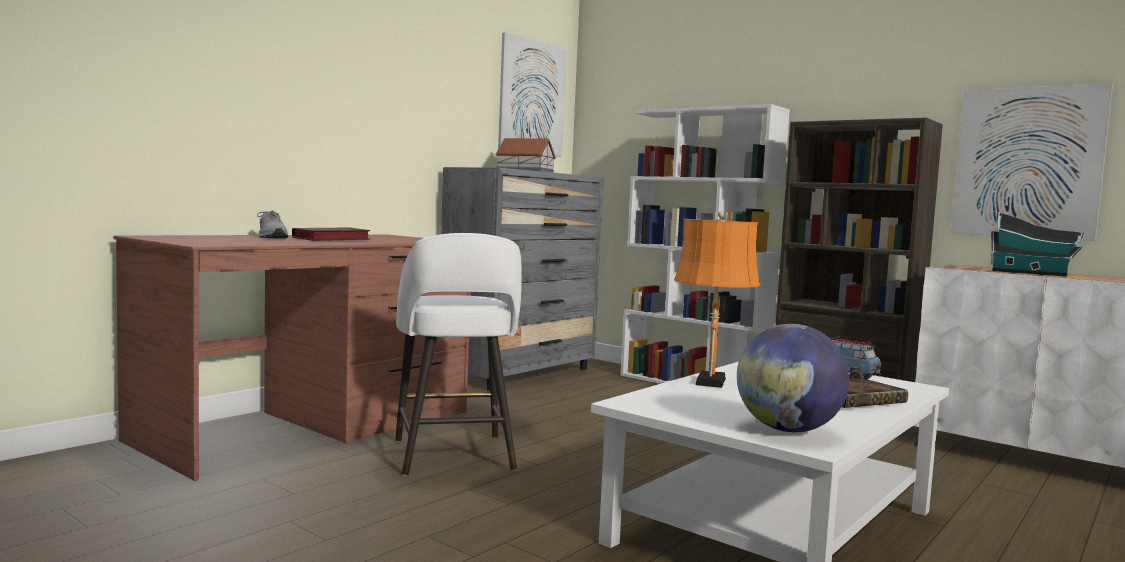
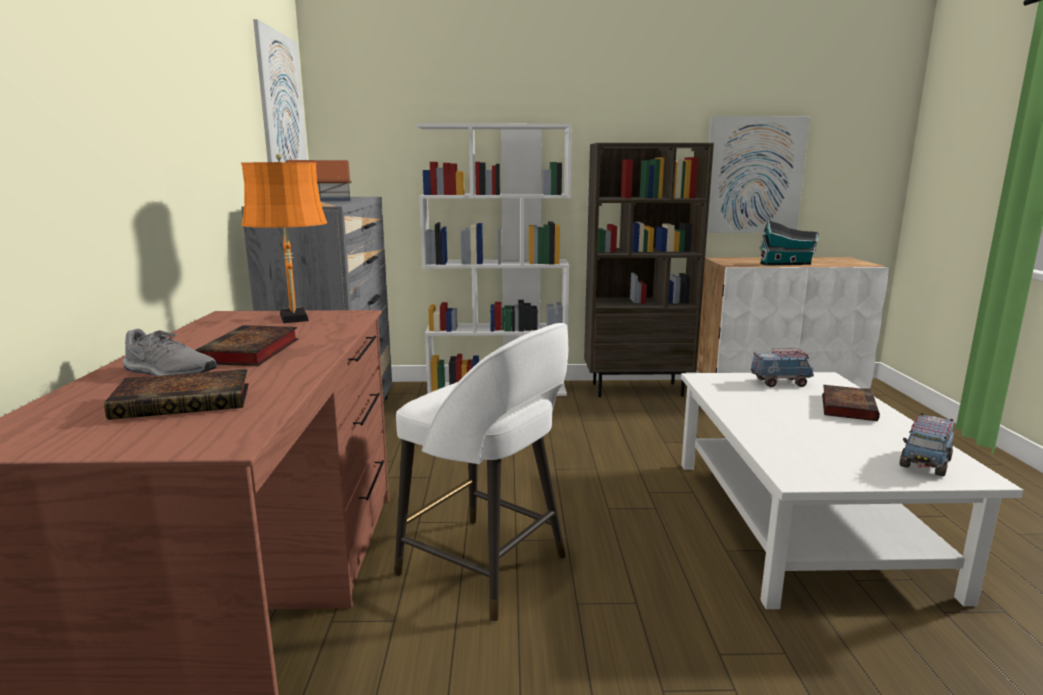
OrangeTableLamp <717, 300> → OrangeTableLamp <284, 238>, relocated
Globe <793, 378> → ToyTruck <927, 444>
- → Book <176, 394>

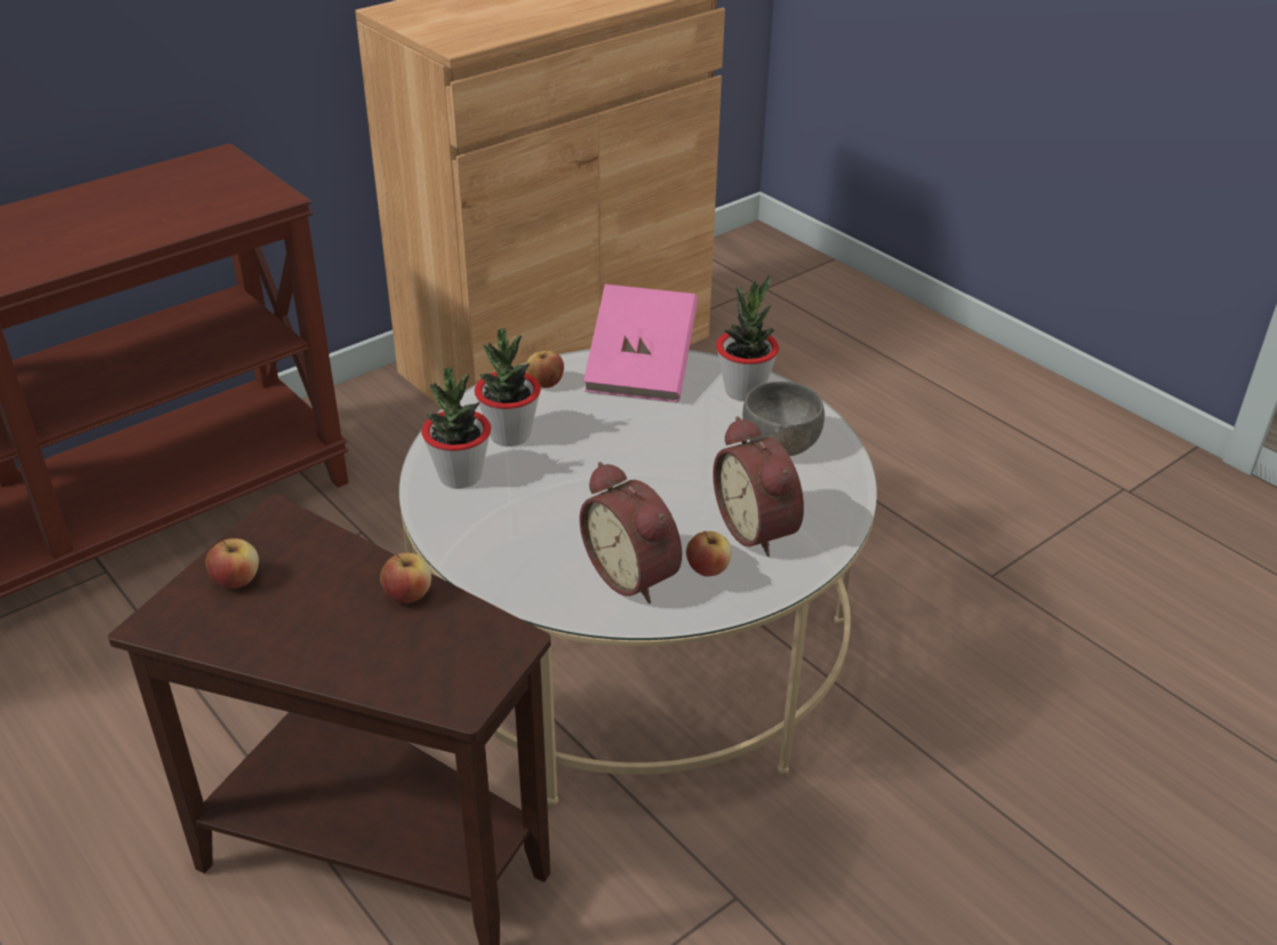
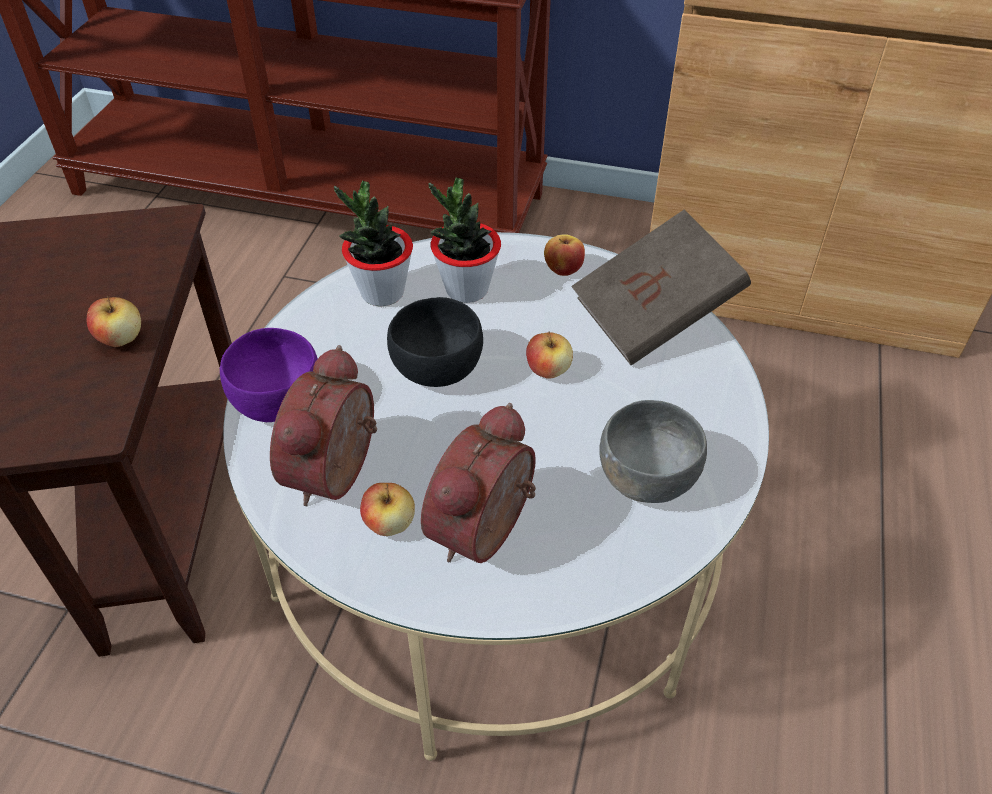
PottedPlant <747, 338> → -
PinkBook <640, 343> → BrownBook <661, 287>
Apple <232, 563> → Apple <549, 355>, relocated
- → BlackBowl <435, 342>
- → PurpleBowl <269, 375>

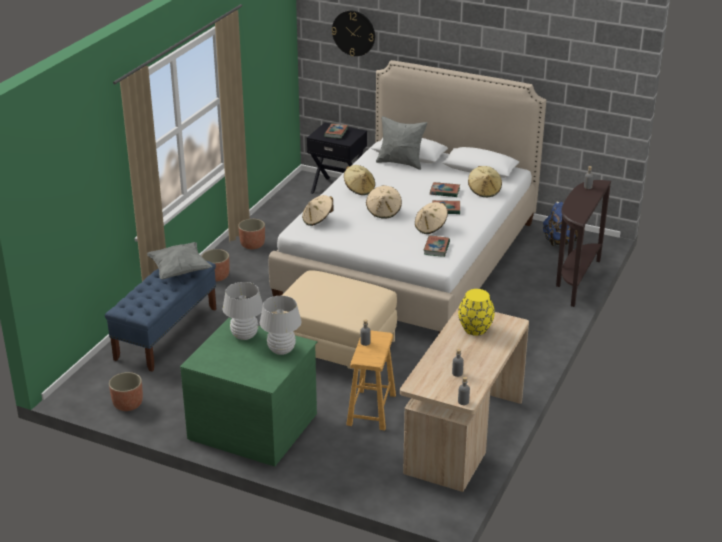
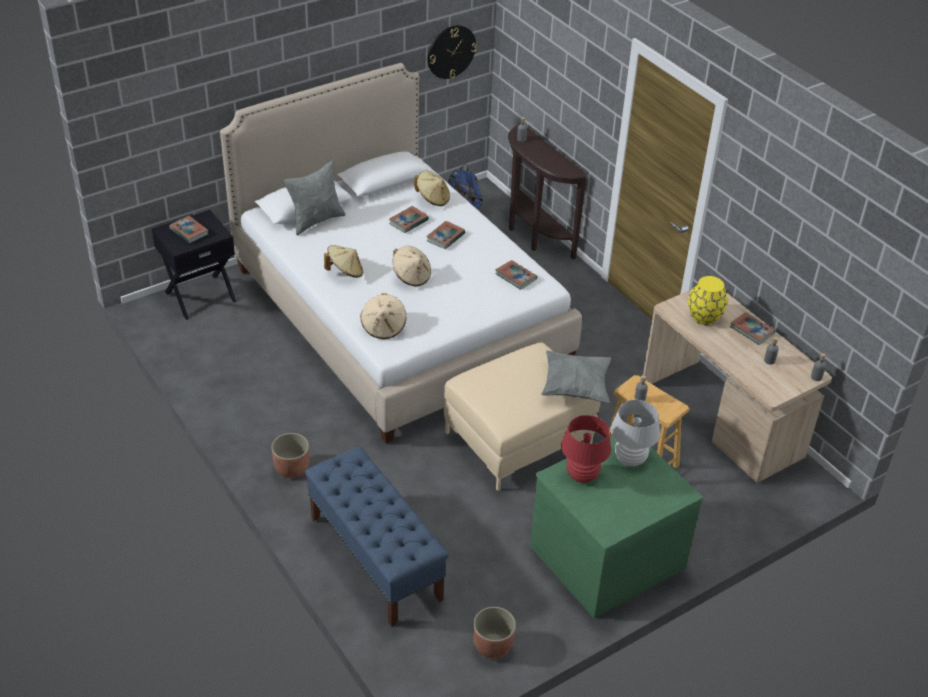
WallClock <353, 33> → WallClock <452, 52>, relocated
BeigeHat <431, 218> → -
Planter <251, 234> → -
GreyPillow <179, 260> → GreyPillow <576, 377>, relocated
WhiteTableLamp <243, 311> → RedTableLamp <586, 449>
- → Book <752, 328>

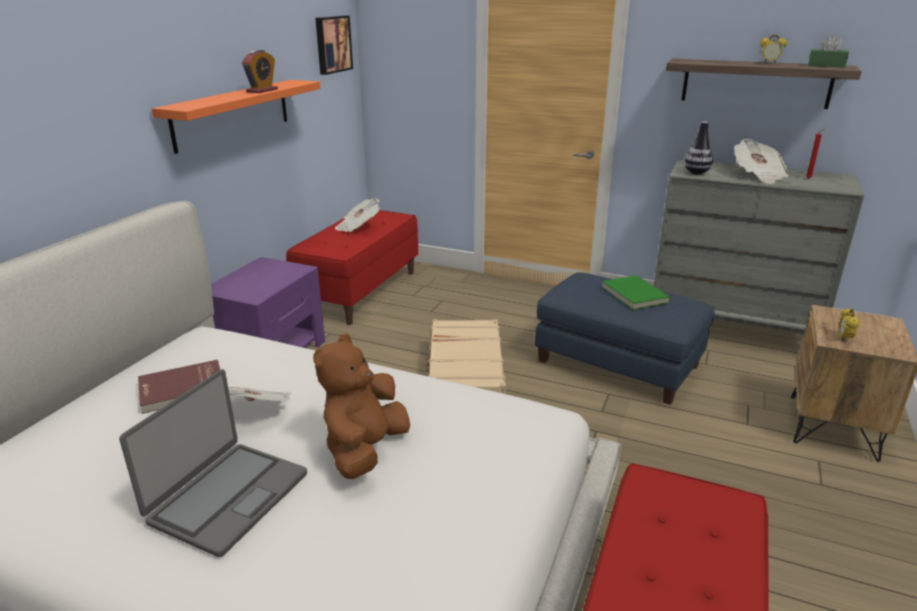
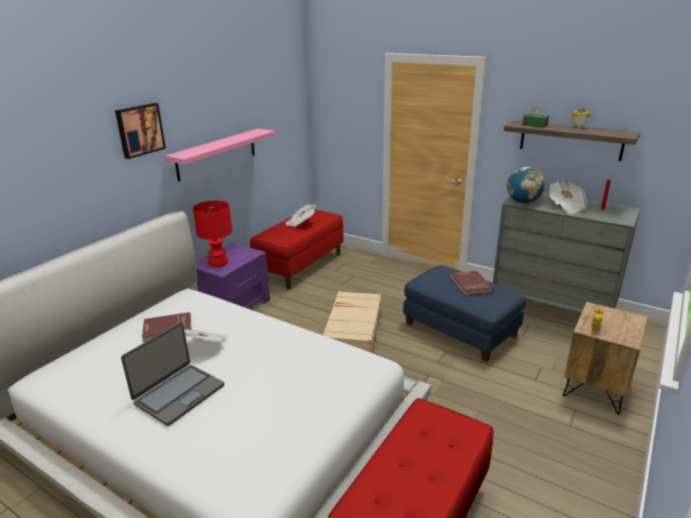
Picture <334, 45> → Picture <140, 131>, relocated
GreenTissueBox <828, 51> → GreenTissueBox <535, 117>, relocated
AlarmClock <260, 71> → -
OrangeShelf <236, 117> → PinkShelf <220, 155>
Vase <698, 148> → Globe <526, 185>
GreenBook <636, 292> → RedBook <472, 283>
BrownPlushToy <361, 406> → -
- → RedTableLamp <212, 233>

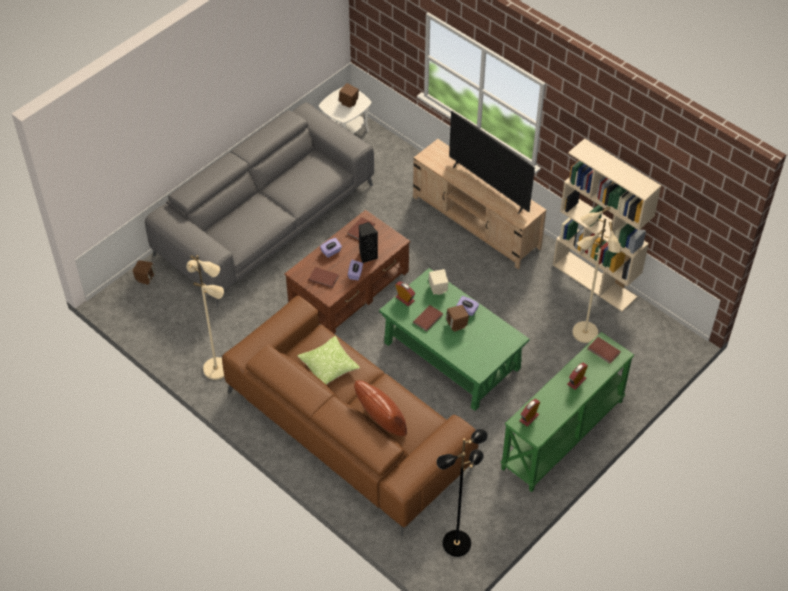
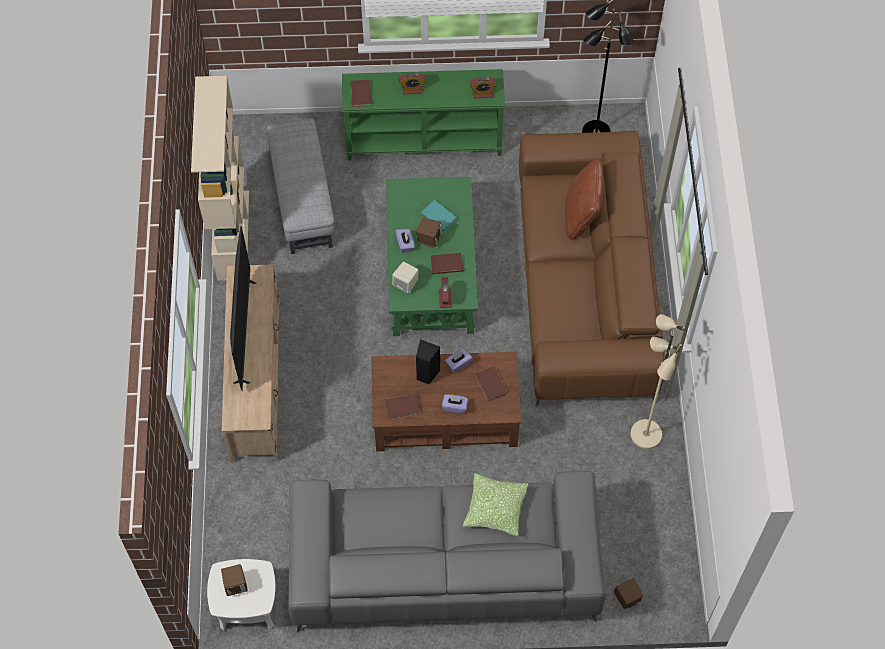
BeigeFloorLamp <596, 274> → GreyOttoman <301, 186>
Pillow <328, 360> → Pillow <495, 504>, relocated
- → TurquoiseBook <439, 215>

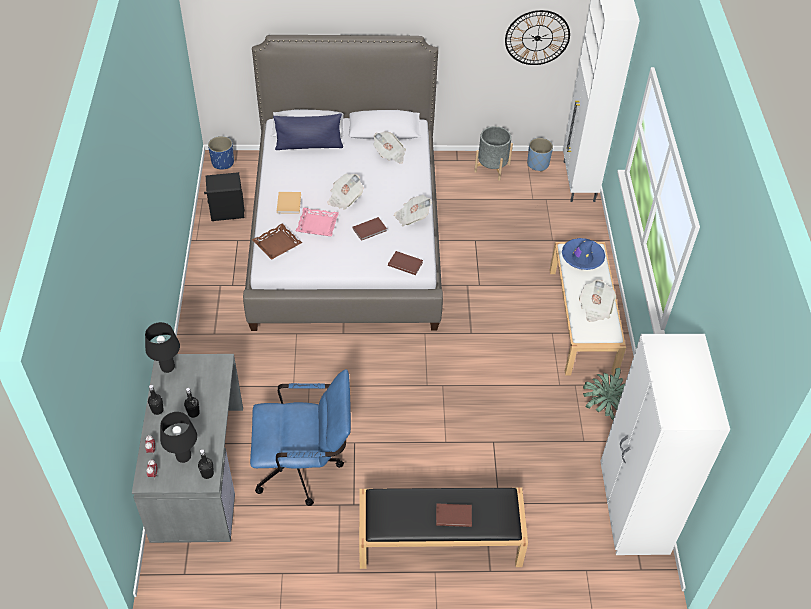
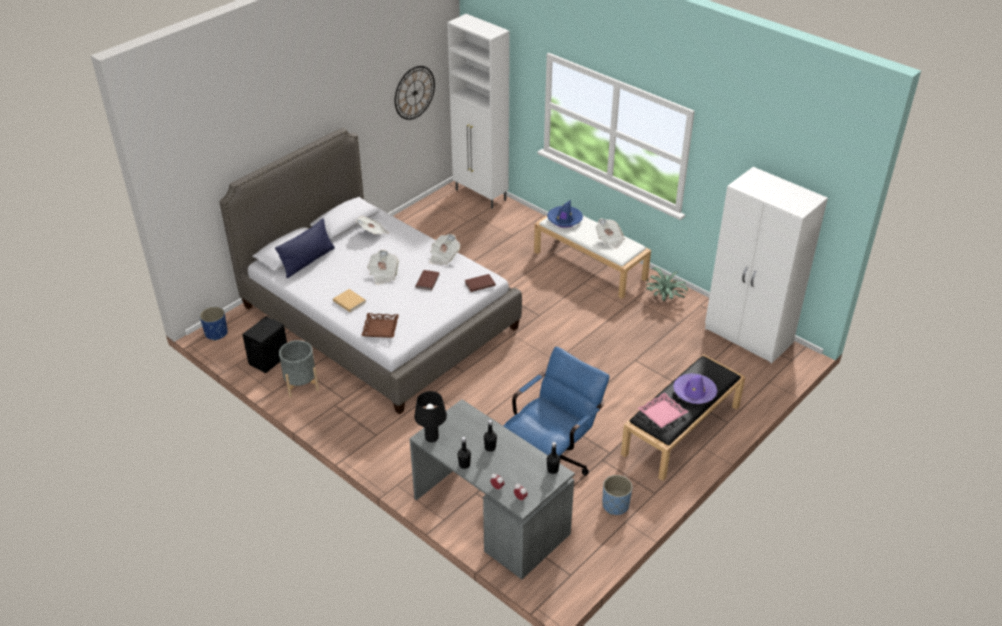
GreyPlanter <493, 153> → GreyPlanter <299, 369>, relocated
BluePlanter <540, 154> → BluePlanter <617, 495>, relocated
PinkTray <317, 221> → PinkTray <663, 410>, relocated
BlackTableLamp <178, 437> → -
BrownBook <454, 515> → PurpleHat <695, 388>

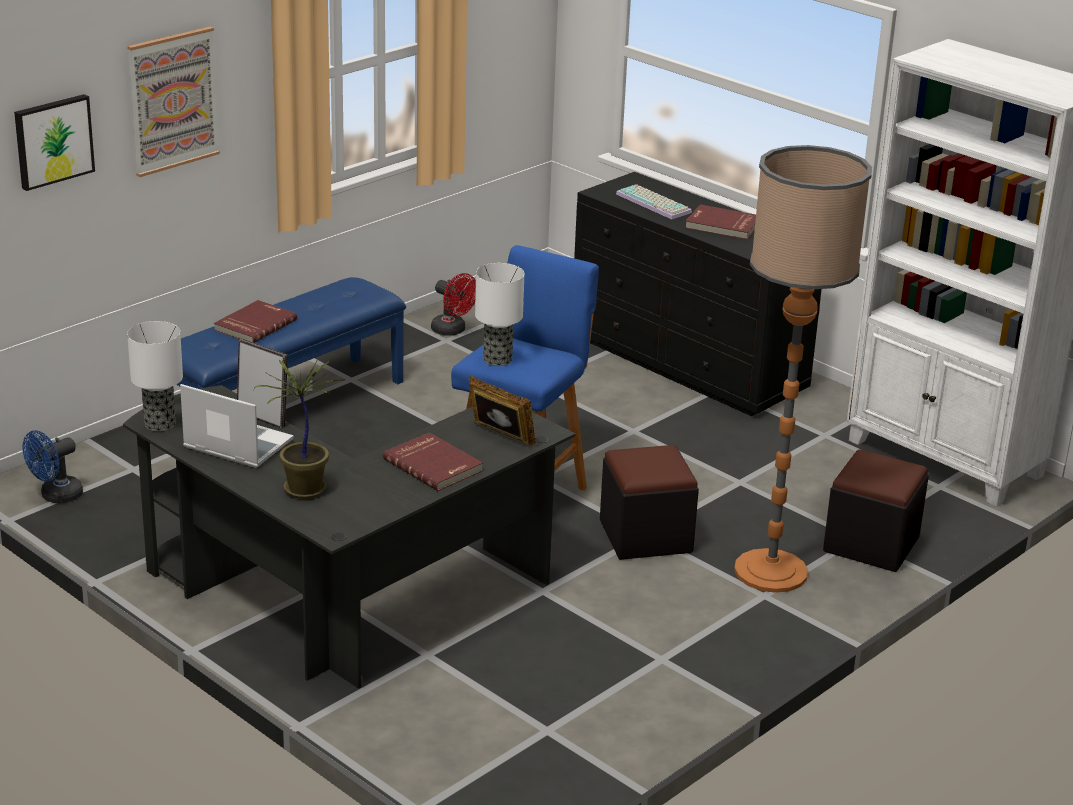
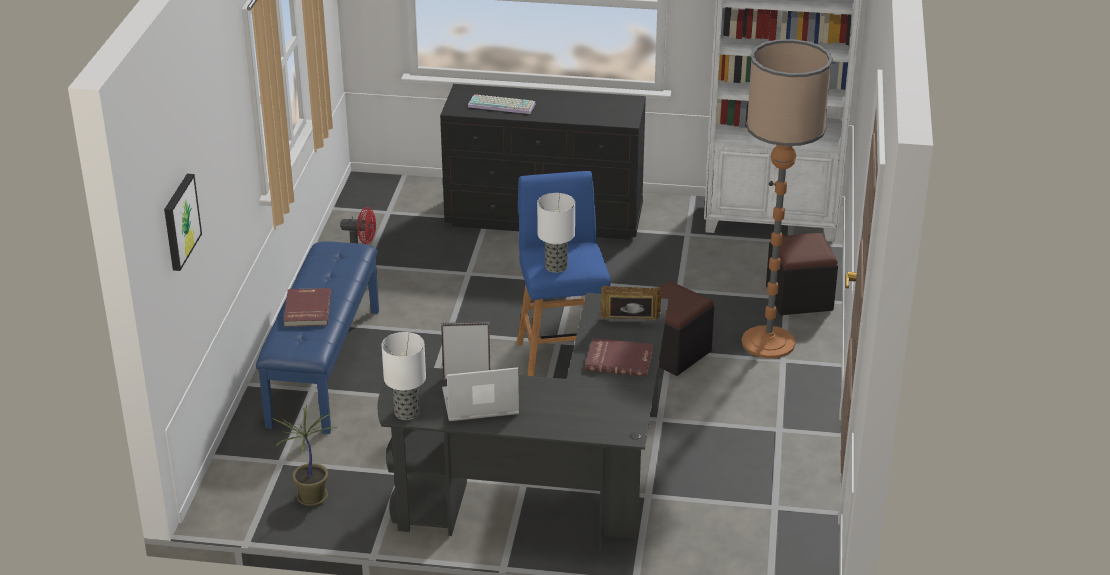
Picture <173, 102> → -
RedBook <720, 221> → -
PottedPlant <300, 429> → PottedPlant <304, 455>, relocated
BlueFan <53, 466> → -

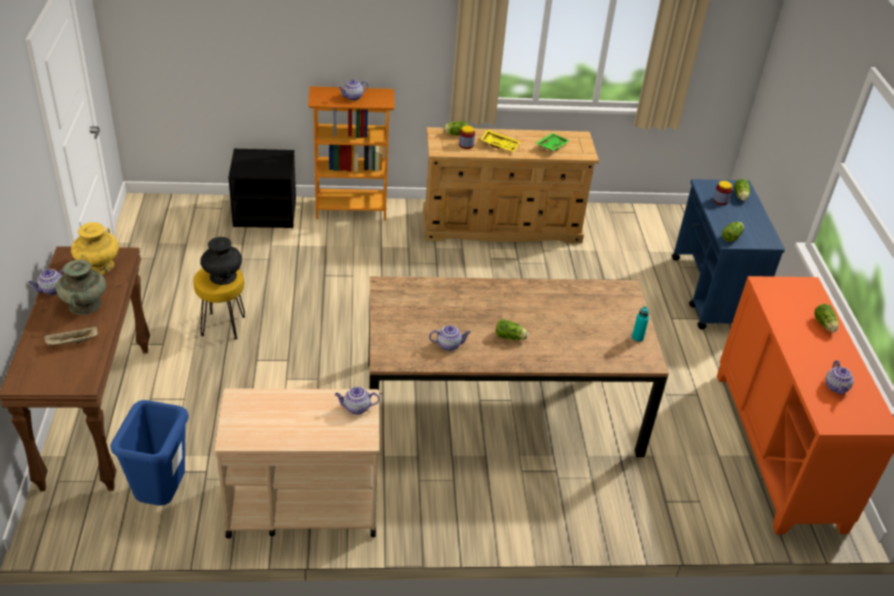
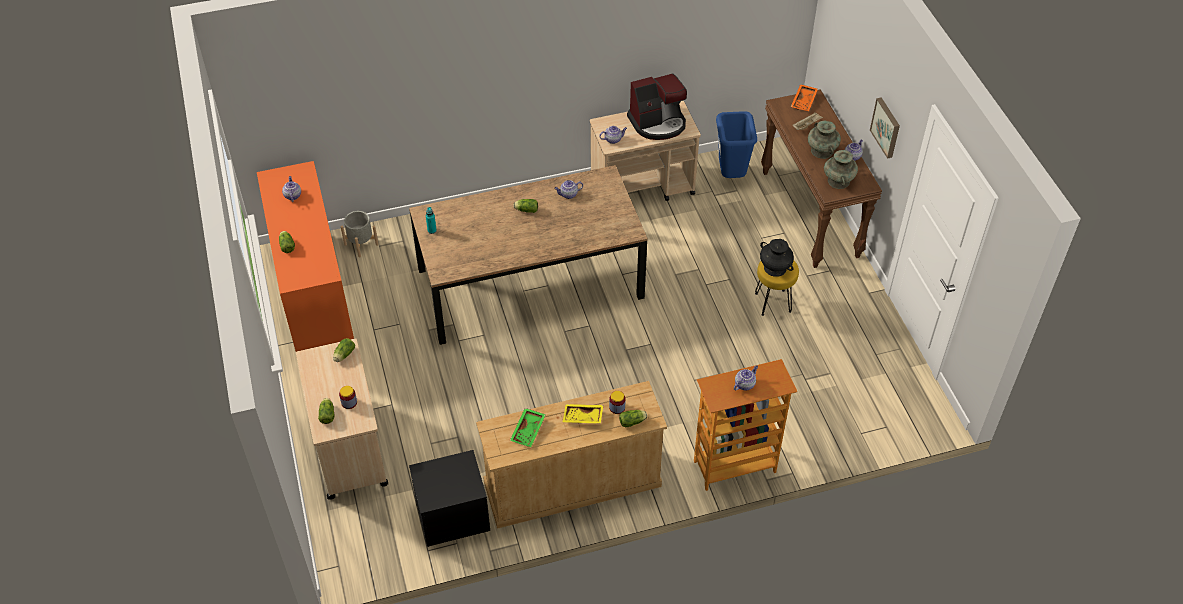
BlackNightstand <262, 188> → BlackNightstand <449, 498>, relocated
BlueCart <728, 254> → BeigeCart <342, 419>
YellowVase <95, 248> → TurquoiseVase <841, 169>
- → CoffeeMachine <657, 106>
- → OrangeTray <804, 97>
- → Picture <885, 128>
- → GreyPlanter <360, 234>

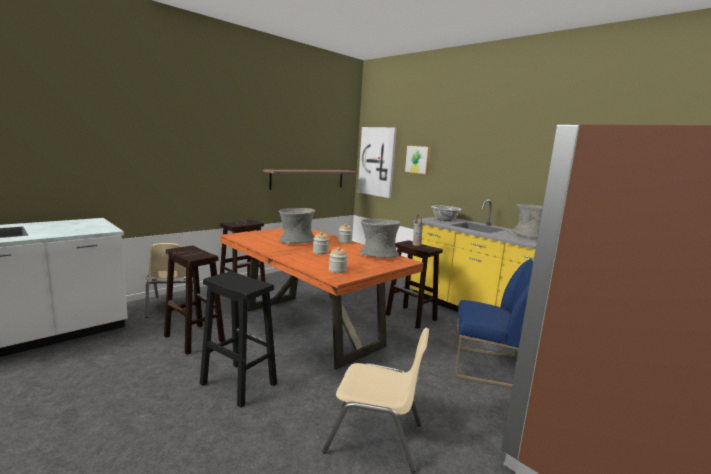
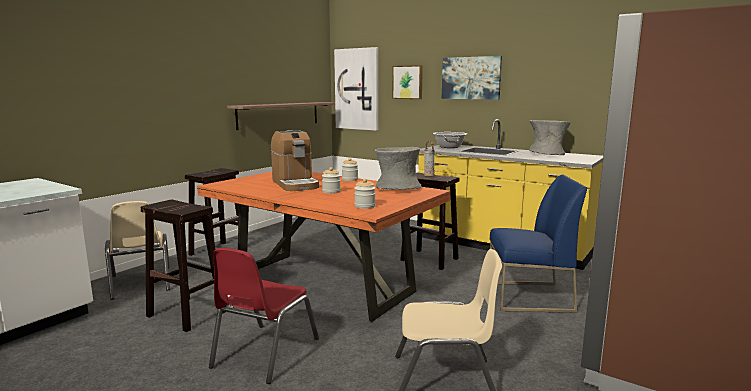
GreyVase <297, 226> → CoffeeMachine <295, 160>
BlackStool <238, 339> → RedChair <264, 316>
- → Picture <472, 78>

